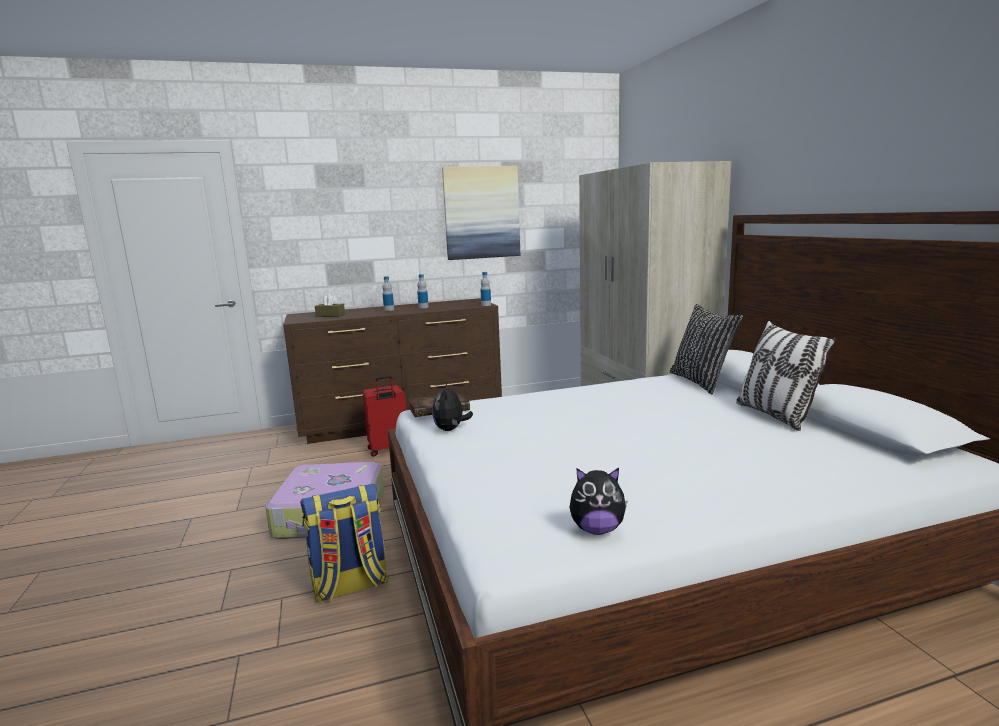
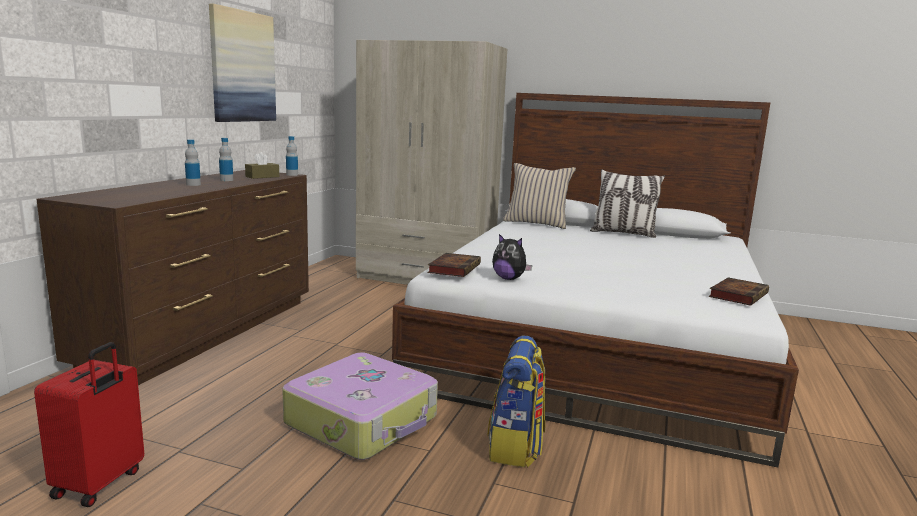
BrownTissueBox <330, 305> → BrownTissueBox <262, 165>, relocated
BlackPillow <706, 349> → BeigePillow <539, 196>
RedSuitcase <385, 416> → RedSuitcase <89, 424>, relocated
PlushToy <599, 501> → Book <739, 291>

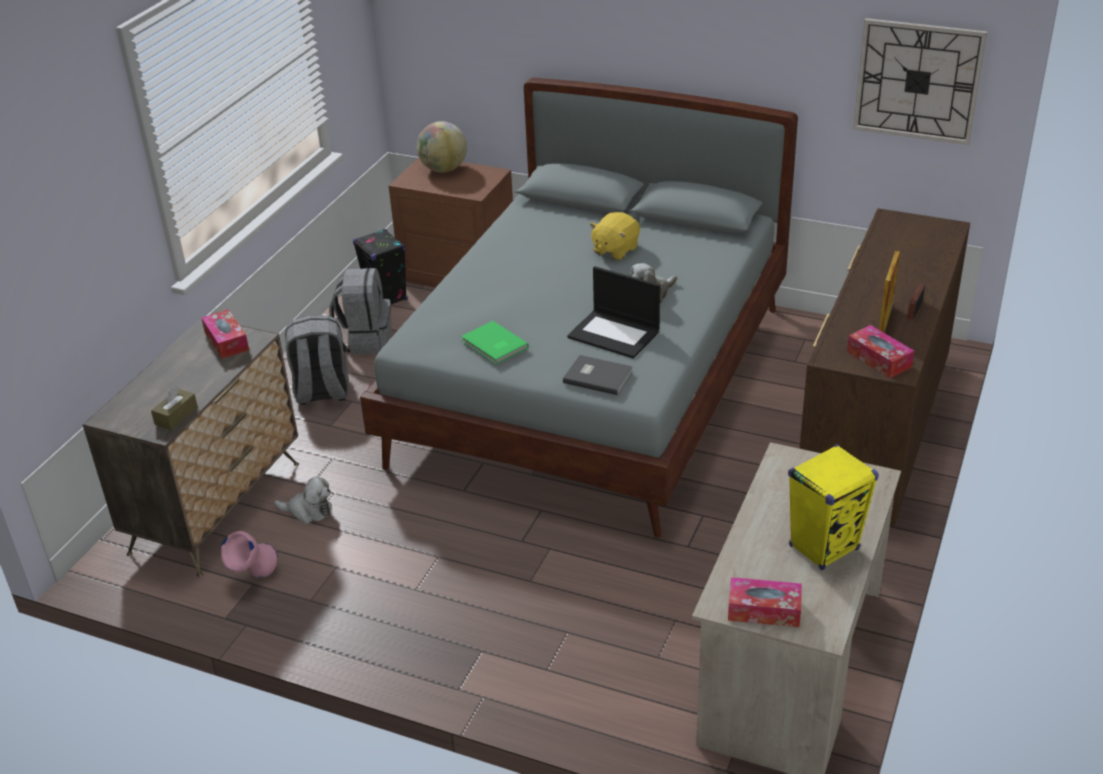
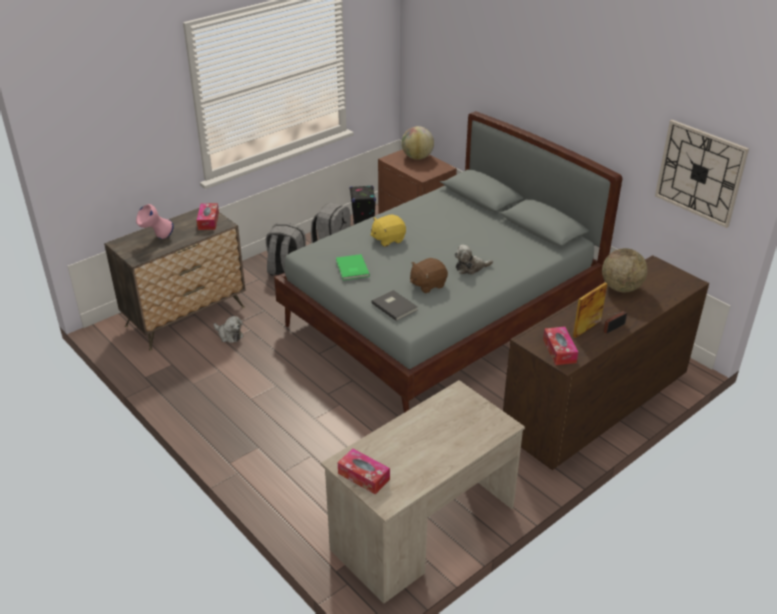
YellowPlushToy <614, 236> → YellowPlushToy <388, 230>, relocated
Laptop <613, 312> → BrownPlushToy <429, 275>
BrownTissueBox <174, 408> → -
YellowSpeaker <833, 507> → -
PinkVase <249, 554> → PinkVase <155, 221>, relocated
- → Globe <625, 270>

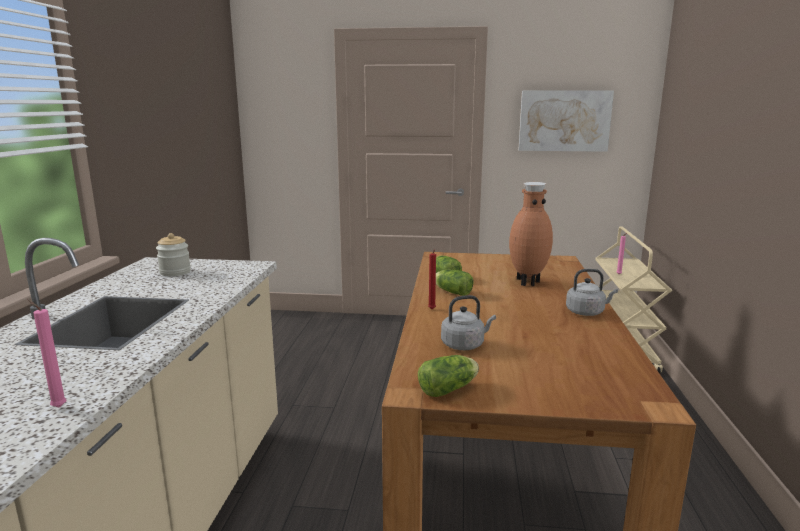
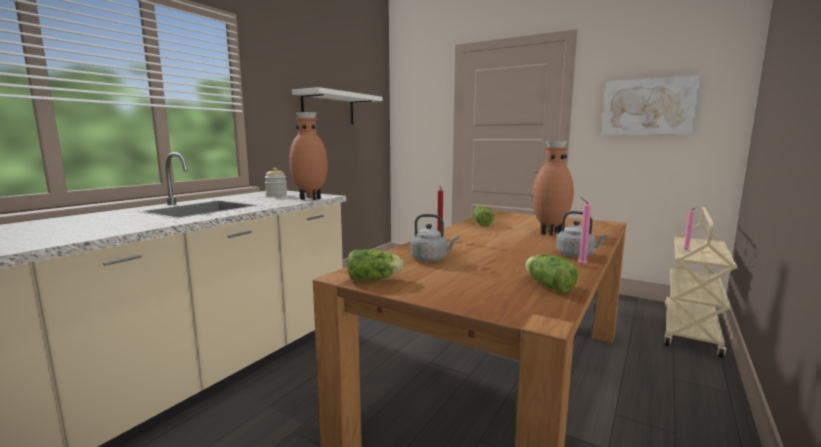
Lettuce <454, 283> → Lettuce <552, 273>, relocated
PinkCandle <47, 353> → PinkCandle <584, 231>, relocated
- → WhiteShelf <337, 105>
- → BrownVase <308, 156>

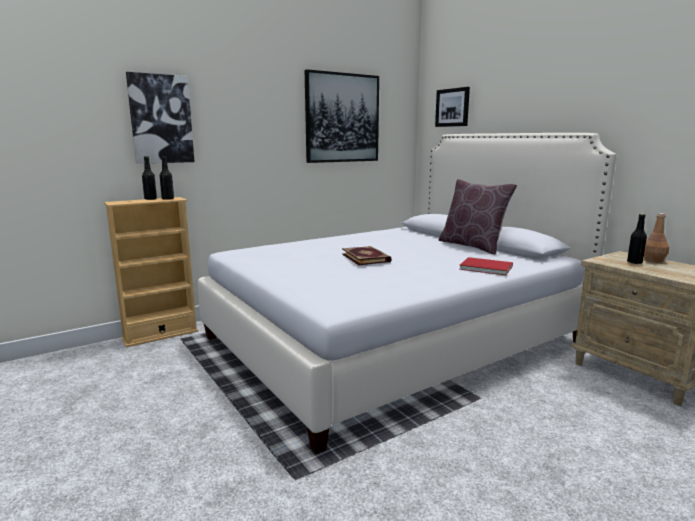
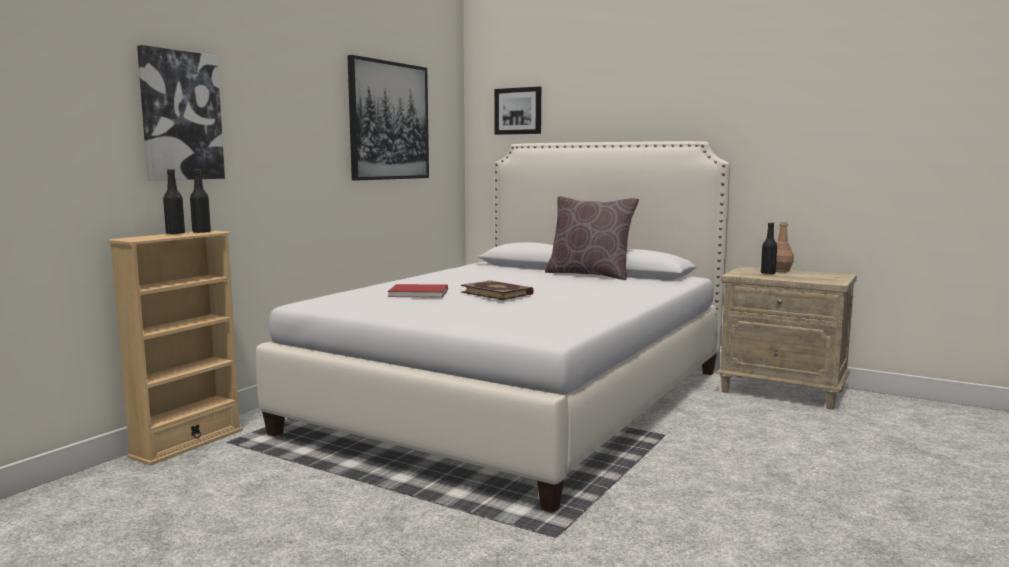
RedBook <486, 266> → RedBook <418, 291>, relocated

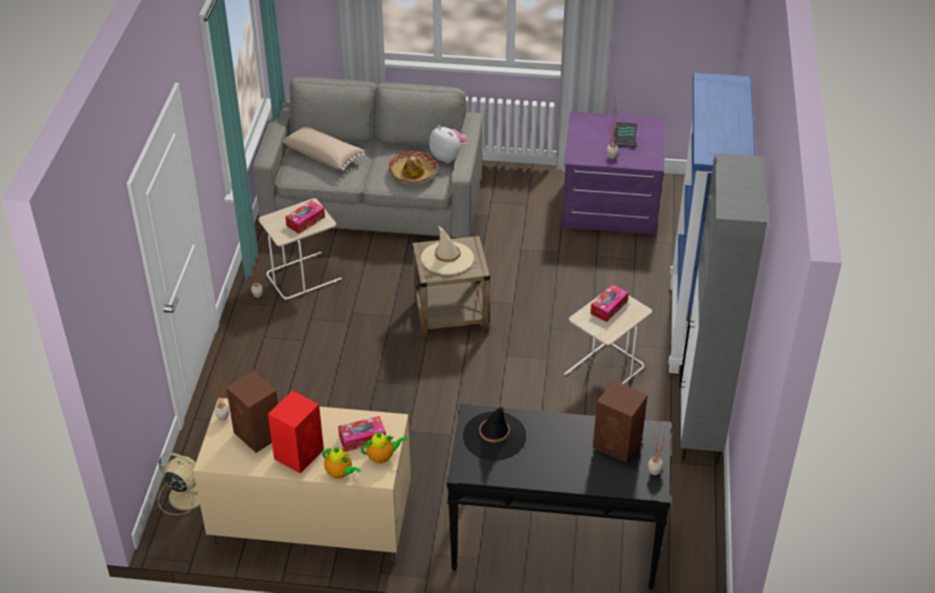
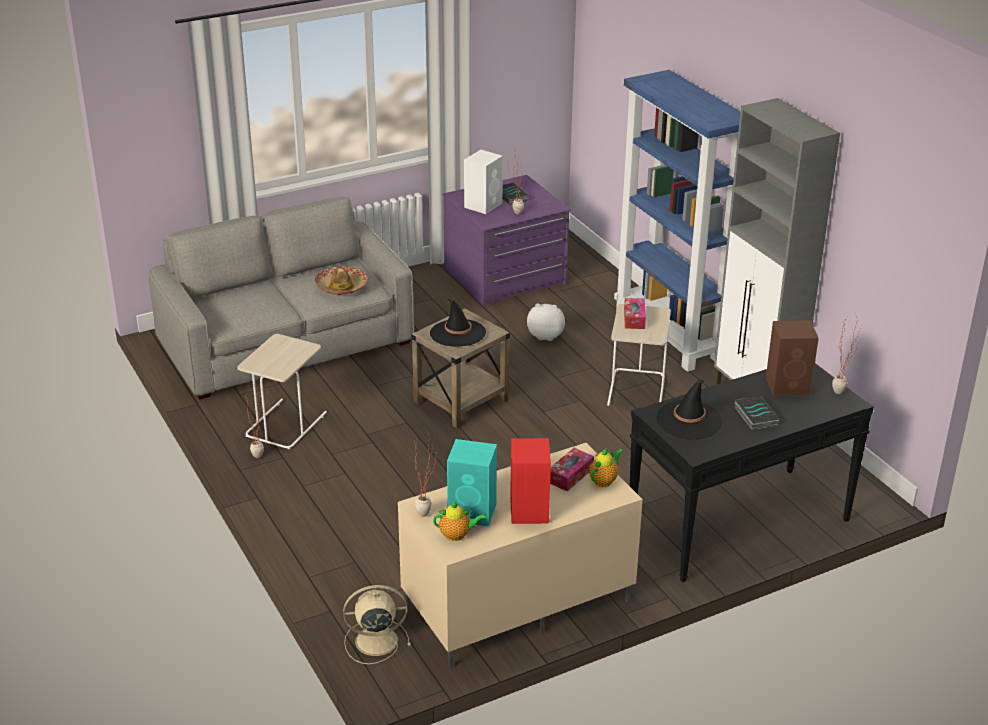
PlushToy <448, 144> → PlushToy <546, 322>, relocated
BeigePillow <324, 149> → -
TissueBox <305, 217> → -
BeigeHat <447, 250> → BlackHat <458, 322>
BrownSpeaker <252, 412> → TurquoiseSpeaker <472, 483>
Teapot <341, 463> → Teapot <459, 521>, relocated
- → WhiteSpeaker <483, 182>
- → Book <757, 413>

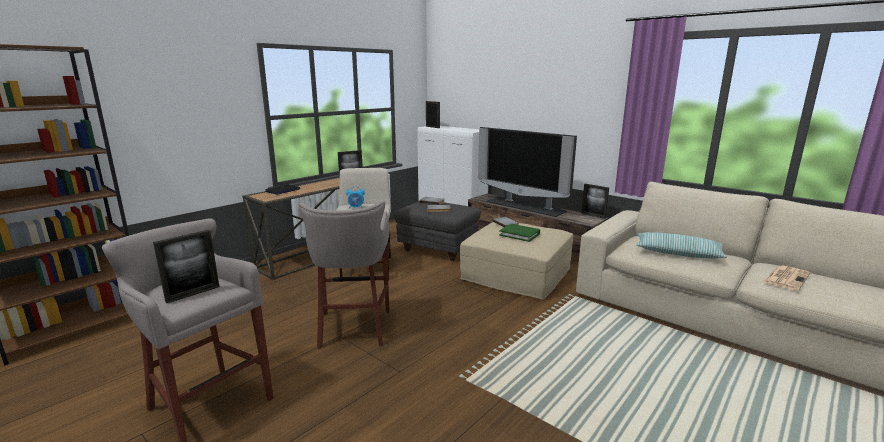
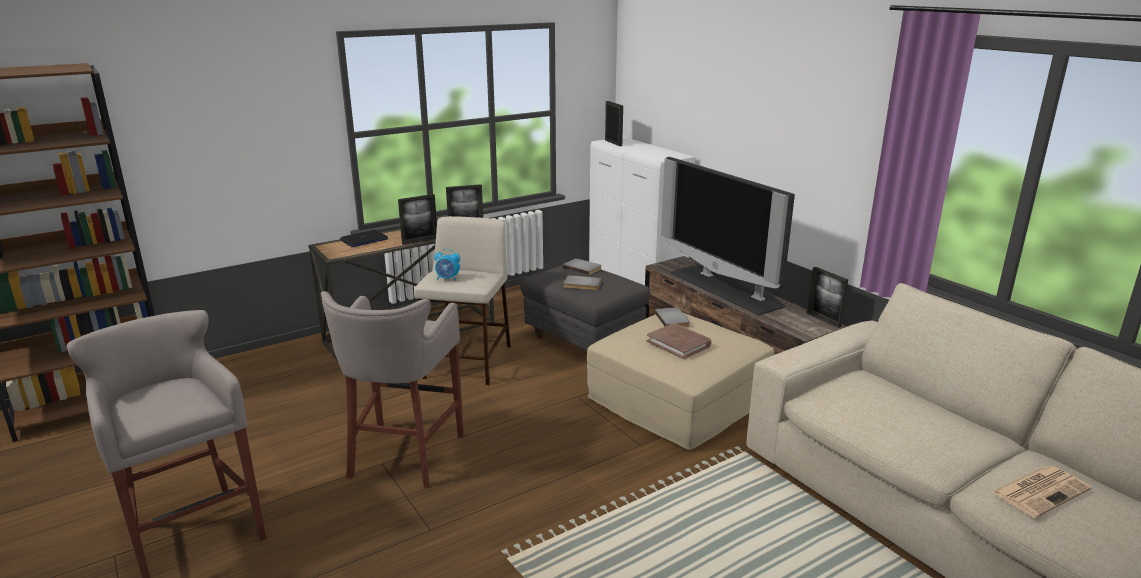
GreenBook <519, 233> → BrownBook <679, 341>
PictureFrame <186, 266> → PictureFrame <417, 219>, relocated
Pillow <681, 245> → -

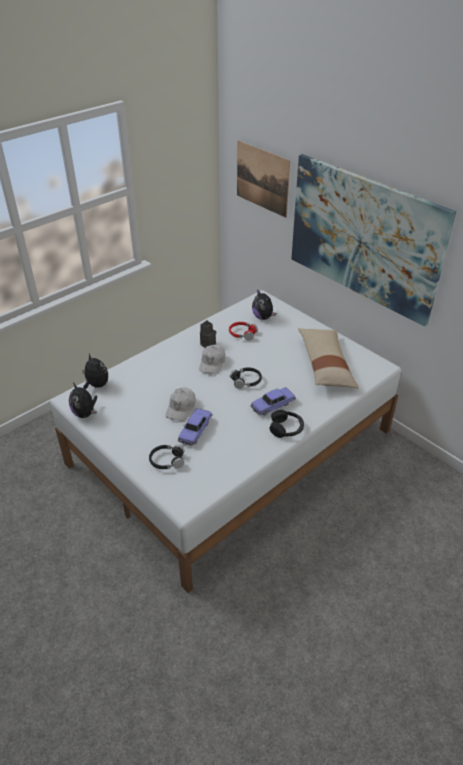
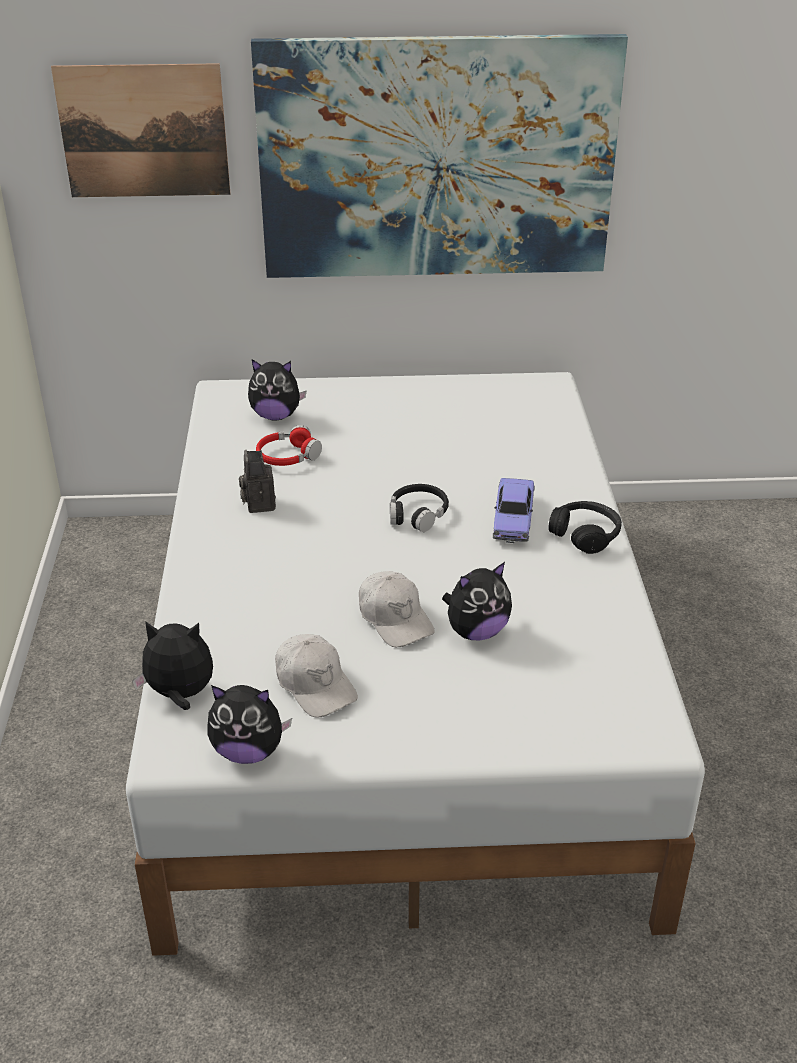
BeigePillow <328, 358> → -
WhiteCap <212, 359> → WhiteCap <316, 675>, relocated
ToyCar <195, 427> → PlushToy <477, 601>
BlackHeadphones <167, 457> → -

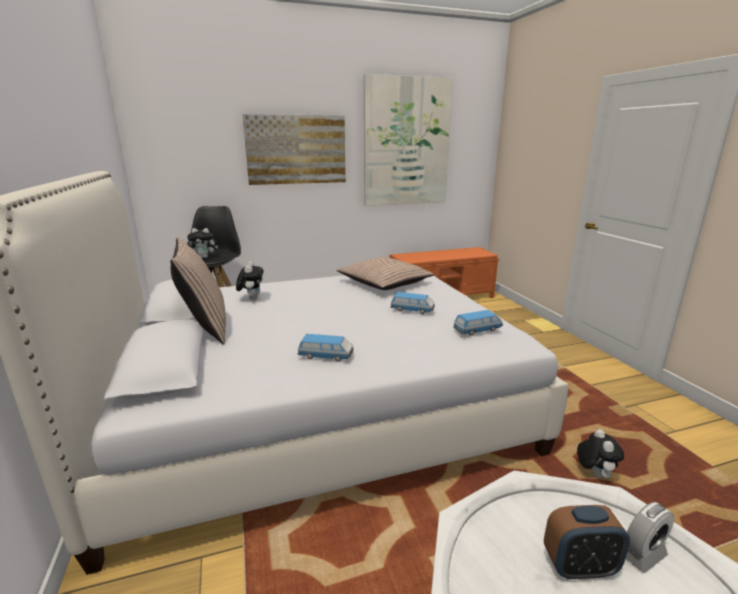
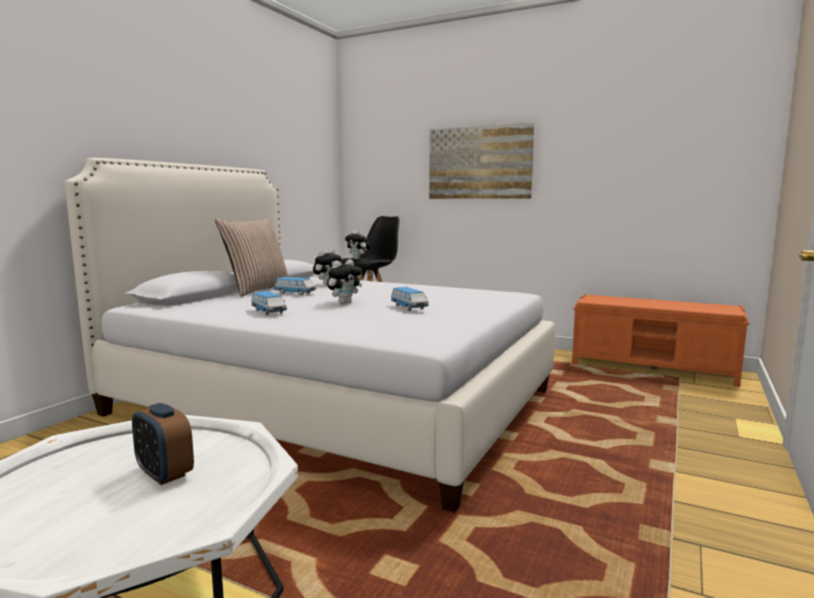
Picture <408, 140> → -
Pillow <385, 273> → -
ToyCar <478, 323> → ToyCar <295, 286>, relocated
PlushToy <600, 453> → PlushToy <344, 281>, relocated
AlarmClock <650, 537> → -

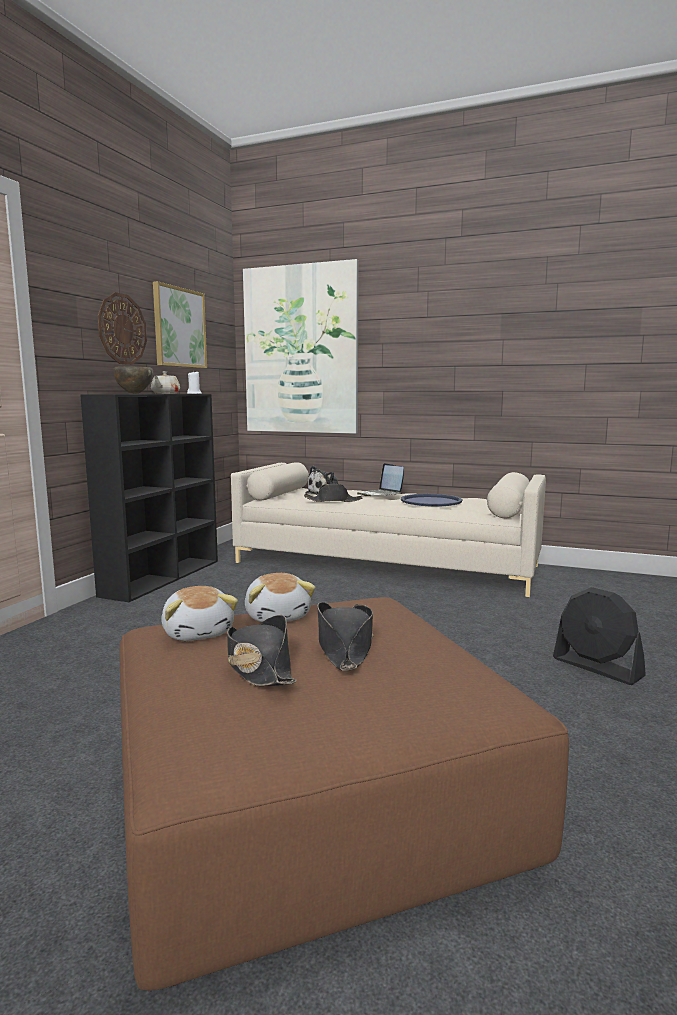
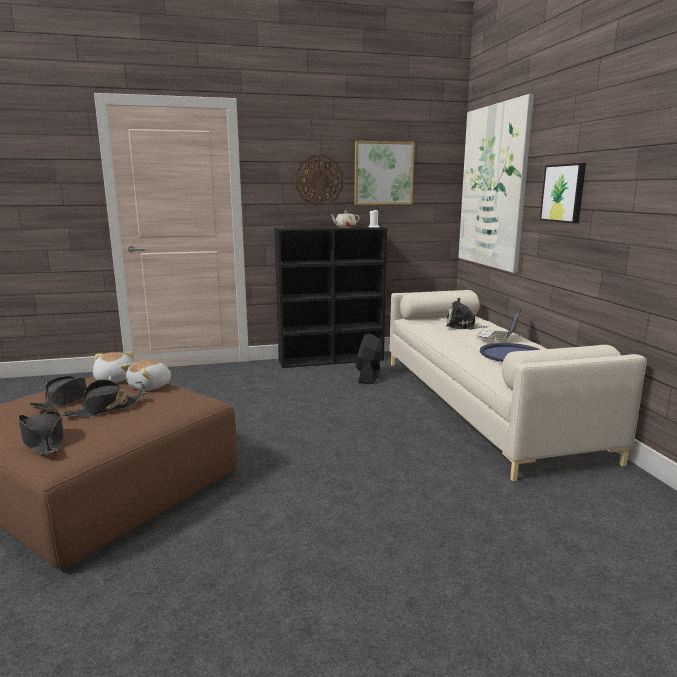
BrownBowl <133, 380> → -
BlackHat <333, 493> → BlackHat <41, 432>, relocated
PlushToy <199, 613> → PlushToy <113, 367>, 135 degrees clockwise
BlackFan <599, 636> → BlackFan <369, 358>, relocated
- → Picture <563, 193>

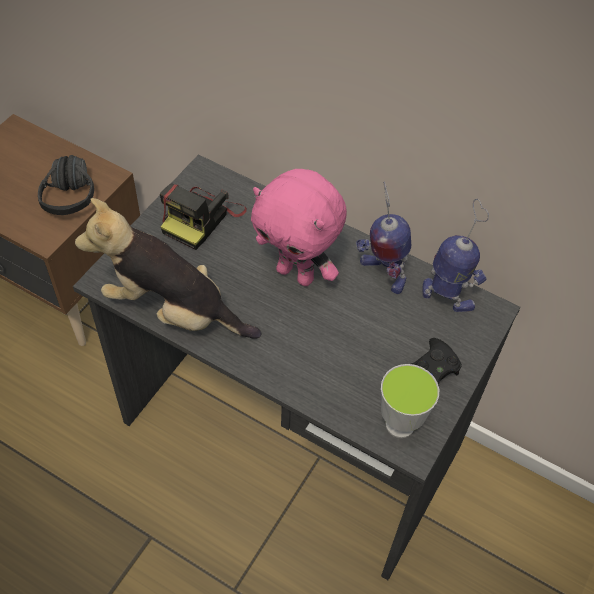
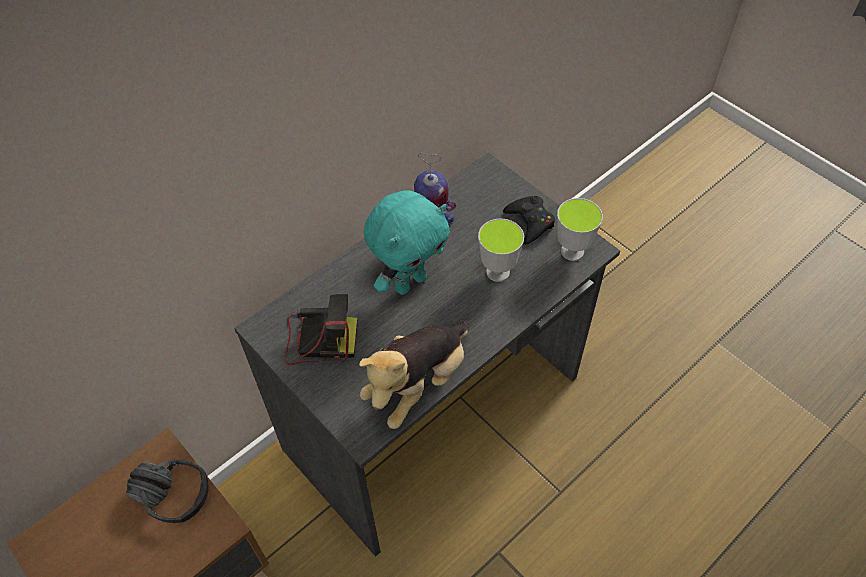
PinkPlushToy <299, 227> → TurquoisePlushToy <407, 242>
PhotoCamera <203, 216> → PhotoCamera <321, 329>, 45 degrees counterclockwise
ToyRobot <456, 255> → -
- → Cup <501, 250>

